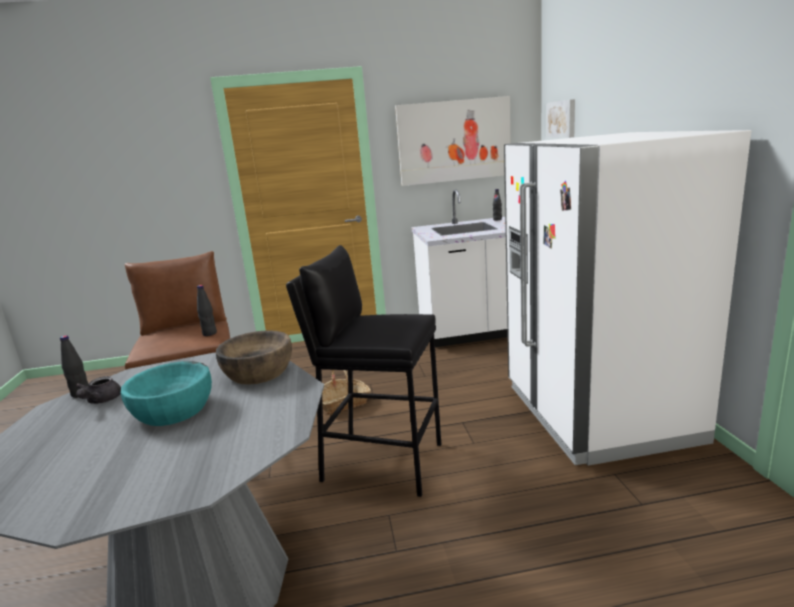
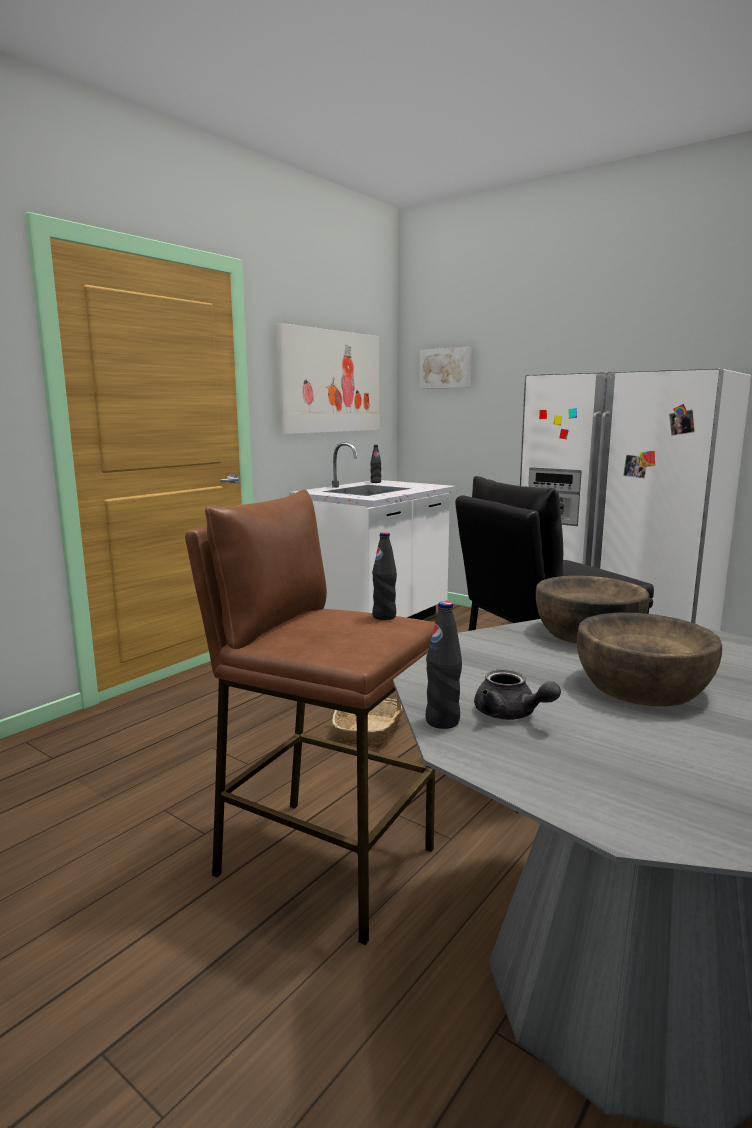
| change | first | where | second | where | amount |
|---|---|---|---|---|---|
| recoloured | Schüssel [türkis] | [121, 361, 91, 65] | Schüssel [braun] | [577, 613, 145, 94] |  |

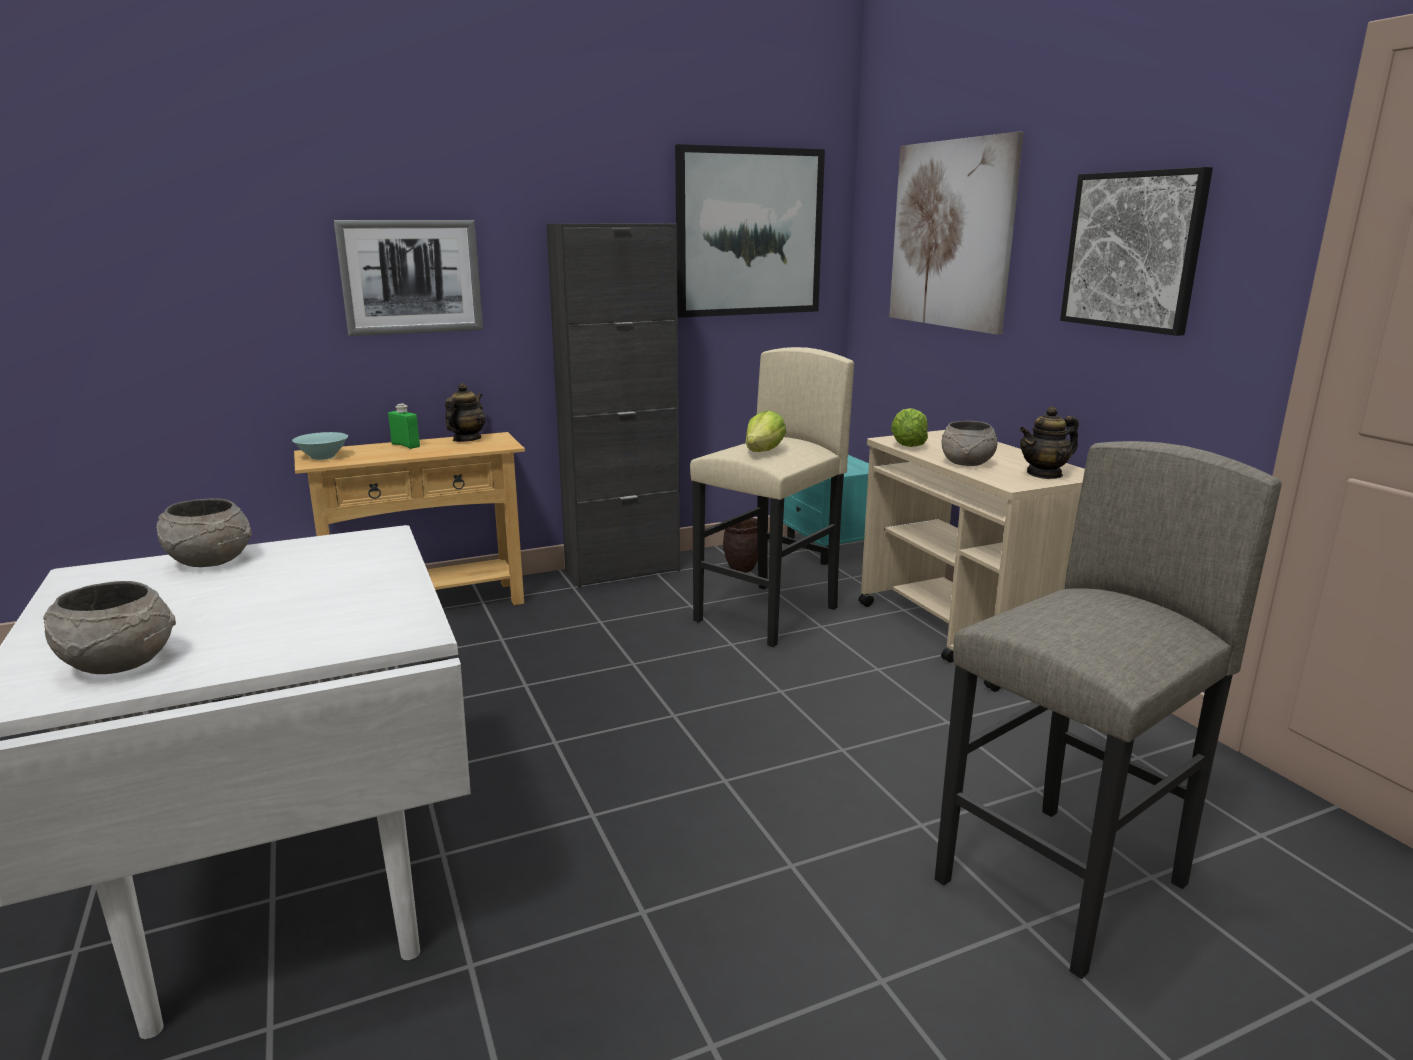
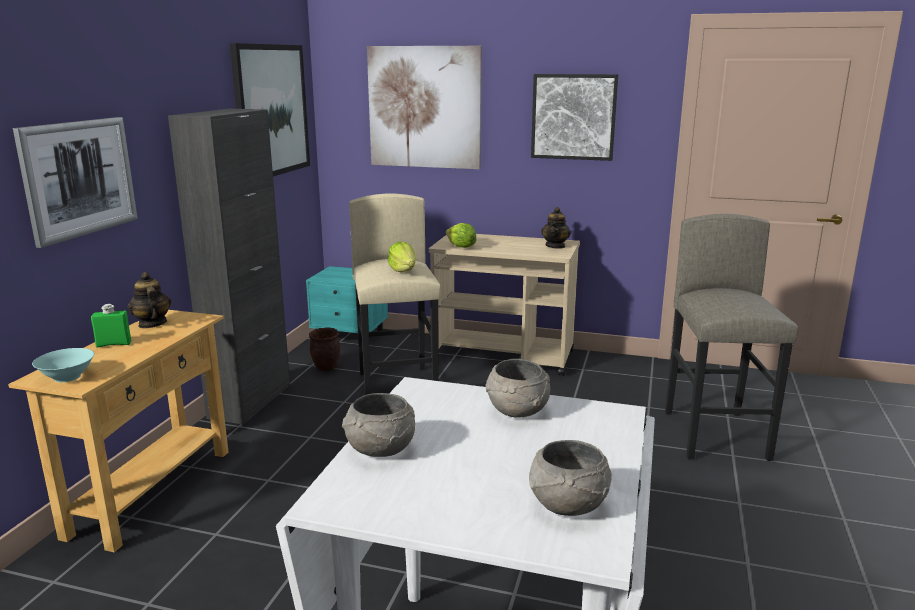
| change | first | where | second | where | amount |
|---|---|---|---|---|---|
| moved | Schüssel [grau] | [941, 421, 57, 45] |  | [485, 359, 65, 58] |  |

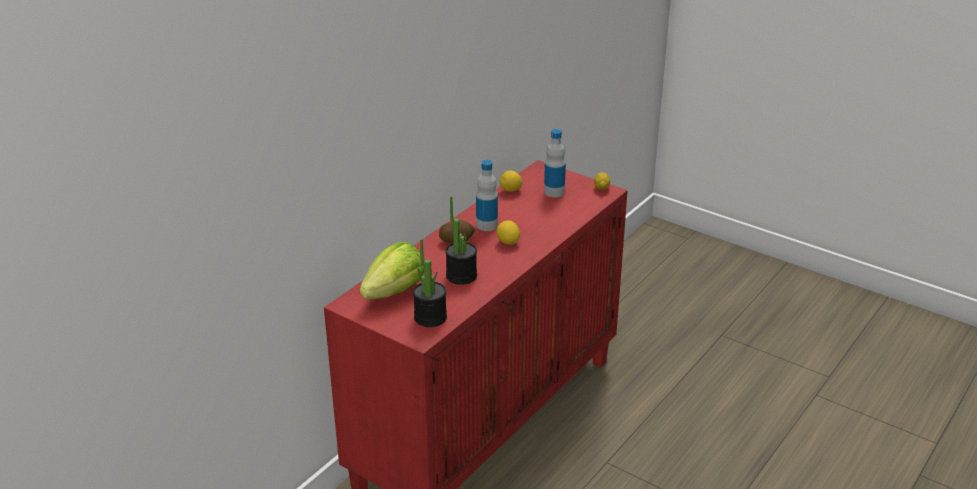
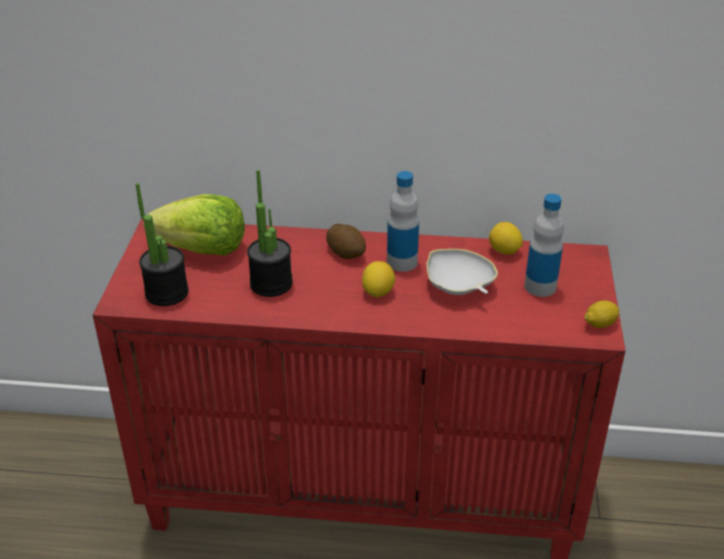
| change | first | where | second | where | amount |
|---|---|---|---|---|---|
| added |  |  | Schüssel [weiß] | [427, 249, 71, 46] |  |

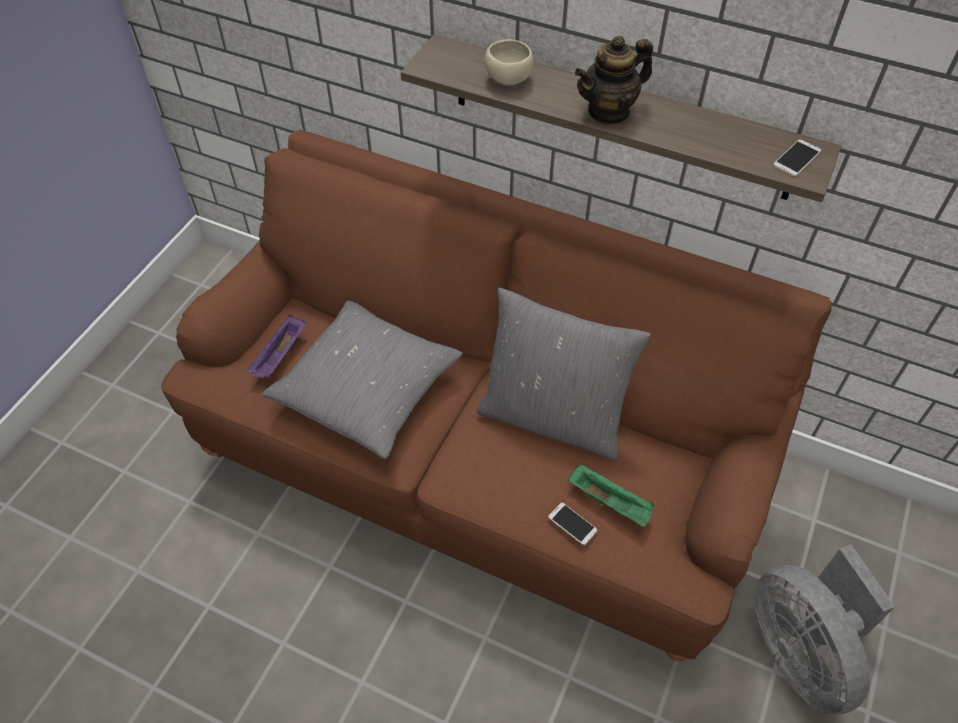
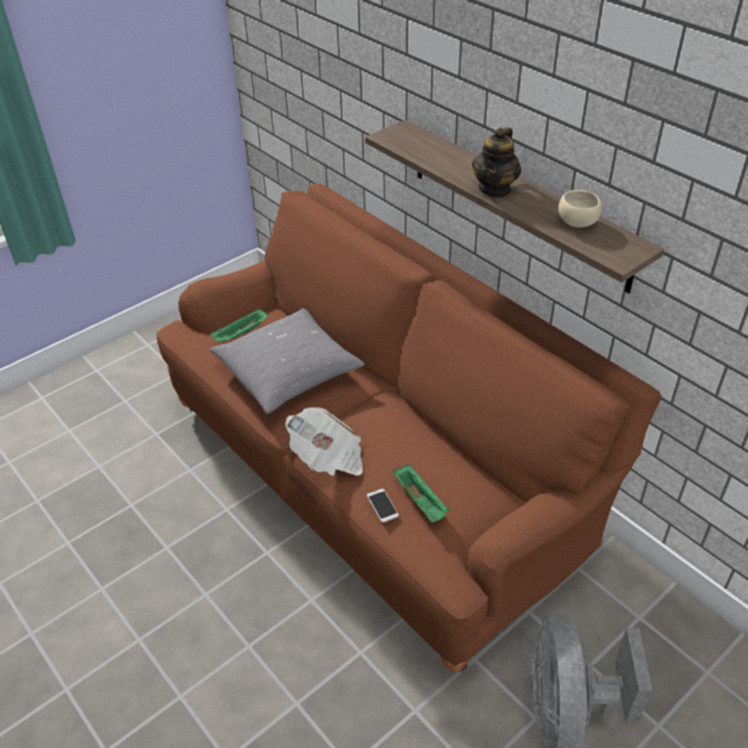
| change | first | where | second | where | amount |
|---|---|---|---|---|---|
| recoloured | Tablett [lila] | [246, 315, 60, 63] | Tablett [grün] | [210, 308, 58, 35] |  |
| added |  |  | Zeitung | [285, 407, 78, 69] |  |
| turned | Teekanne | [575, 36, 78, 89] |  | [472, 127, 49, 71] | 60 degrees counterclockwise |
| moved | Schüssel [beige] | [485, 39, 49, 46] |  | [558, 190, 44, 38] |  |
| removed | Kissen [grau] | [476, 288, 175, 172] |  |  |  |
| removed | Handy | [773, 139, 48, 38] |  |  |  |

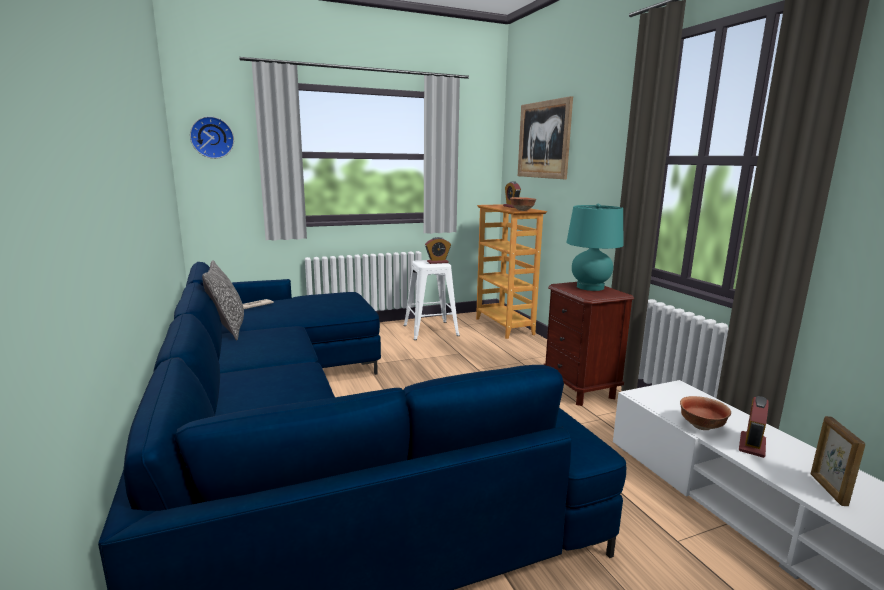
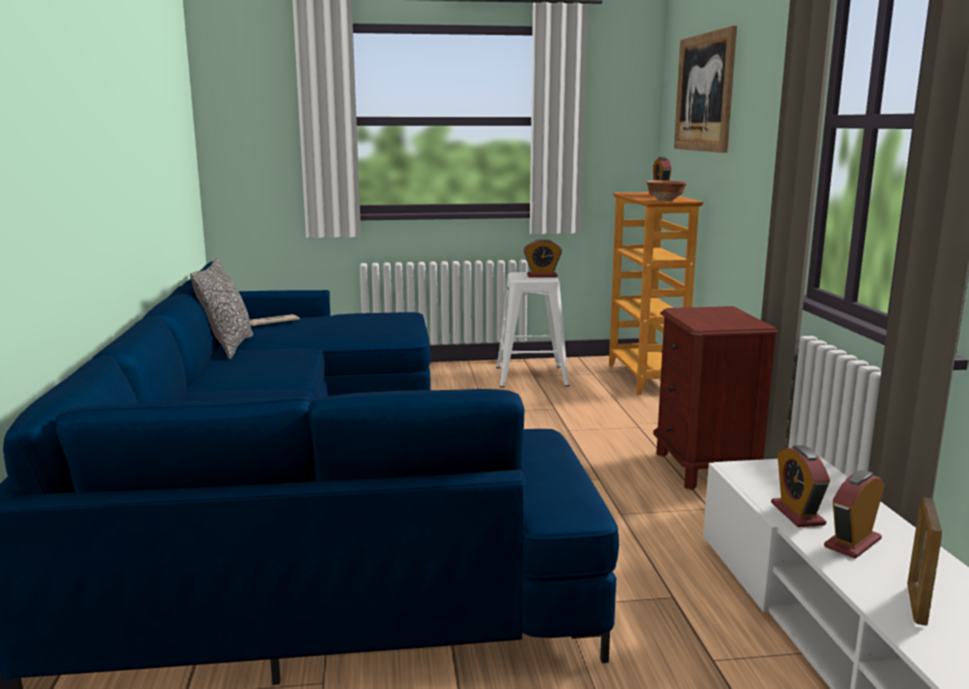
| change | first | where | second | where | amount |
|---|---|---|---|---|---|
| replaced | Schüssel | [680, 396, 51, 34] | Wecker | [771, 445, 59, 82] |  |
| removed | Wanduhr | [190, 116, 44, 43] |  |  |  |
| removed | Tischlampe [türkis] | [566, 204, 57, 87] |  |  |  |

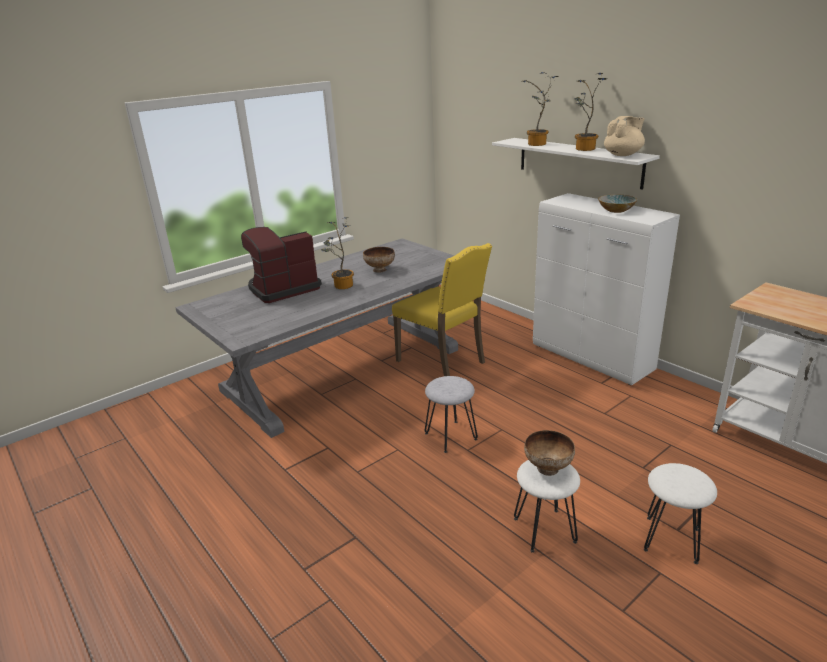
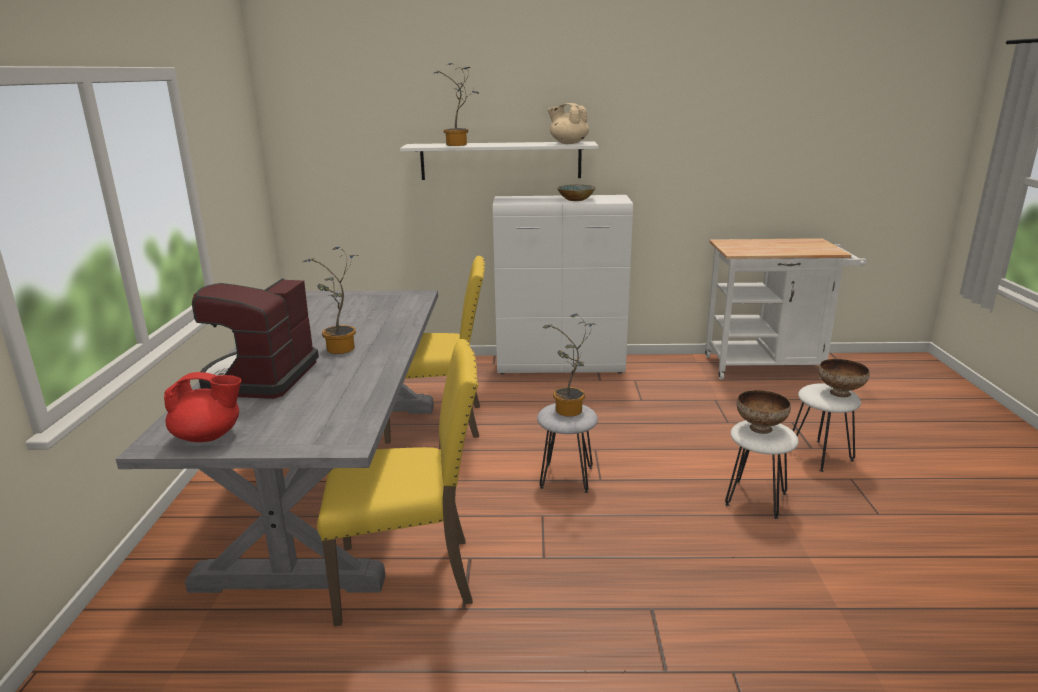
| change | first | where | second | where | amount |
|---|---|---|---|---|---|
| added |  |  | Teekanne [rot] | [164, 372, 77, 70] |  |
| added |  |  | Stuhl [gelb] | [317, 339, 161, 287] |  |
| moved | Topfpflanze | [575, 73, 32, 78] |  | [543, 313, 54, 104] |  |
| turned | Teekanne [beige] | [604, 116, 41, 40] |  | [547, 103, 42, 41] | 60 degrees counterclockwise |
| moved | Schüssel | [363, 247, 32, 26] |  | [819, 359, 51, 38] |  |

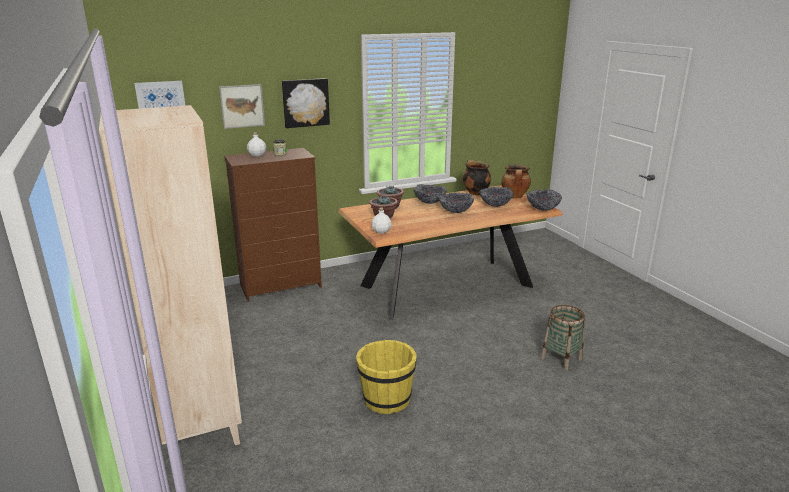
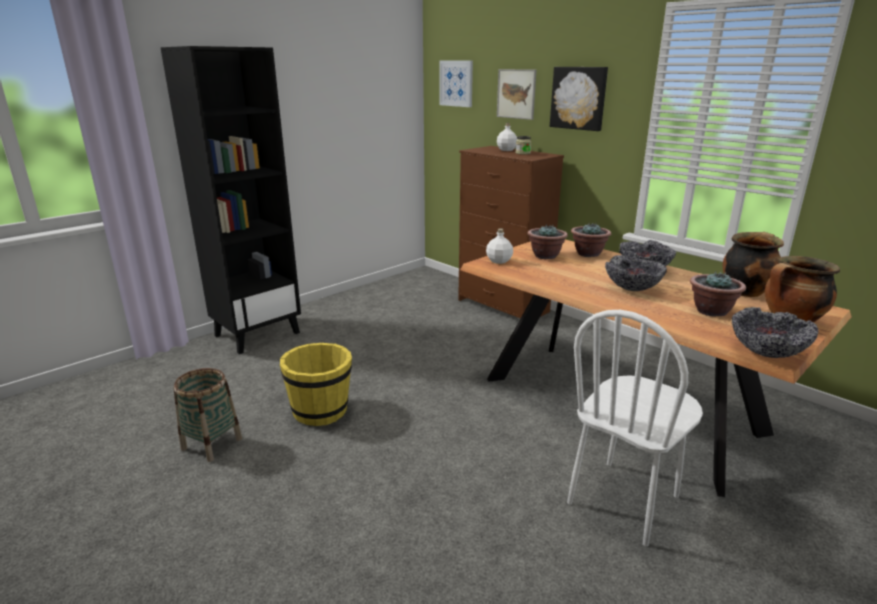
| change | first | where | second | where | amount |
|---|---|---|---|---|---|
| recoloured | Bücherregal [beige] | [99, 105, 143, 340] | Bücherregal [schwarz] | [160, 46, 141, 308] |  |
| moved | Korb | [541, 305, 44, 66] |  | [173, 368, 69, 94] |  |
| added |  |  | Stuhl [weiß] | [567, 310, 136, 236] |  |
| replaced | Schüssel | [479, 187, 35, 20] | Topfpflanze | [690, 271, 56, 46] |  |

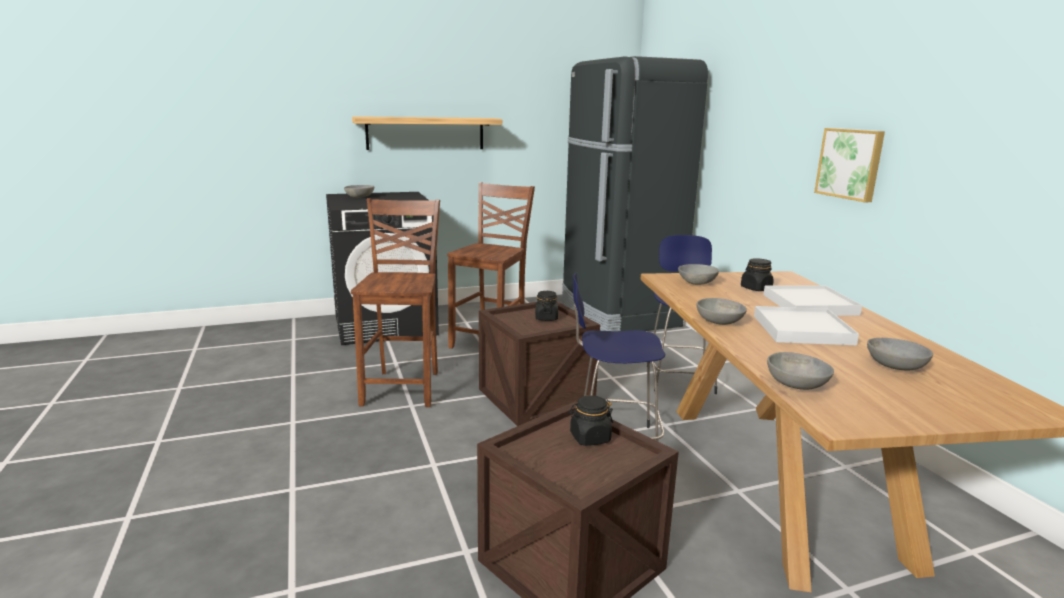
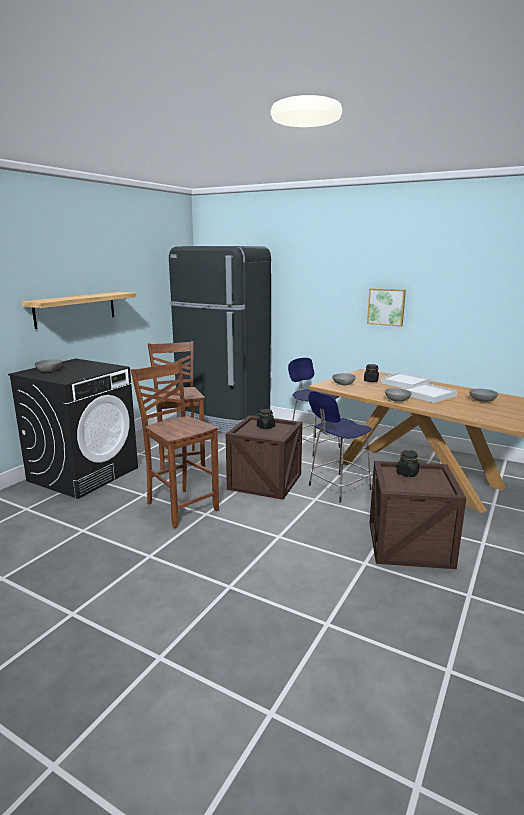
| change | first | where | second | where | amount |
|---|---|---|---|---|---|
| removed | Schüssel [grau] | [767, 352, 67, 38] |  |  |  |

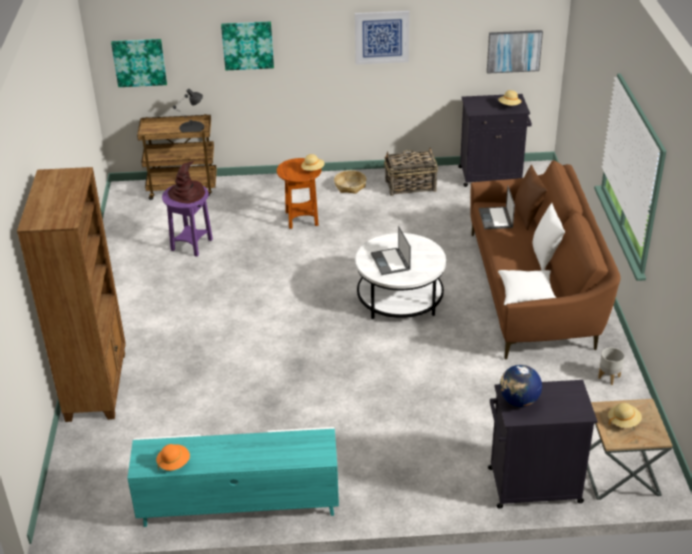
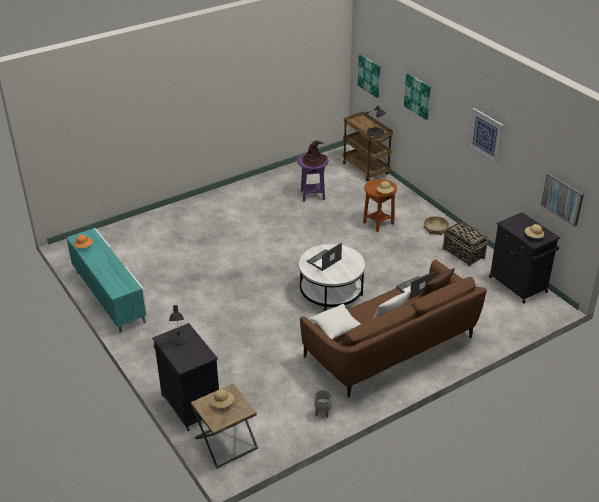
| change | first | where | second | where | amount |
|---|---|---|---|---|---|
| replaced | Globus | [500, 365, 42, 42] | Tischlampe [schwarz] | [167, 305, 24, 40] |  |
| removed | Bücherregal [braun] | [17, 167, 109, 255] |  |  |  |

